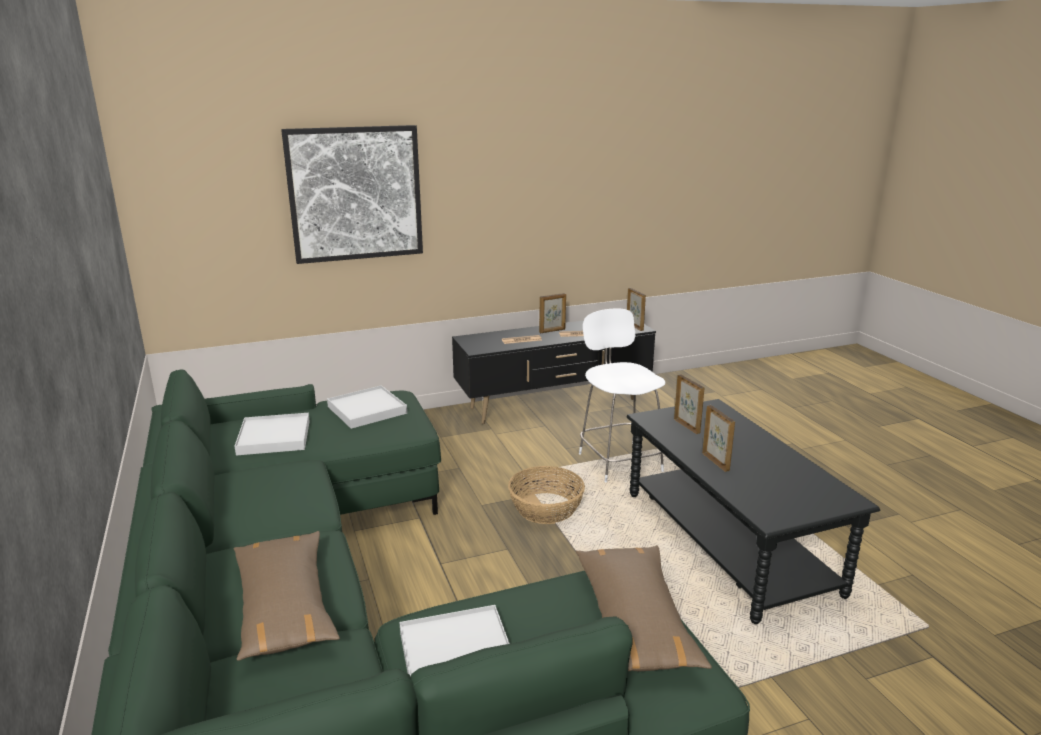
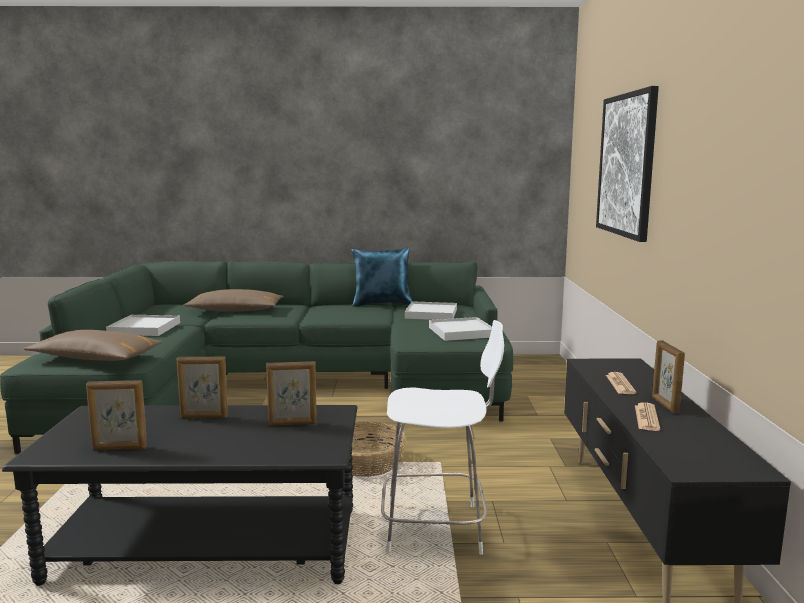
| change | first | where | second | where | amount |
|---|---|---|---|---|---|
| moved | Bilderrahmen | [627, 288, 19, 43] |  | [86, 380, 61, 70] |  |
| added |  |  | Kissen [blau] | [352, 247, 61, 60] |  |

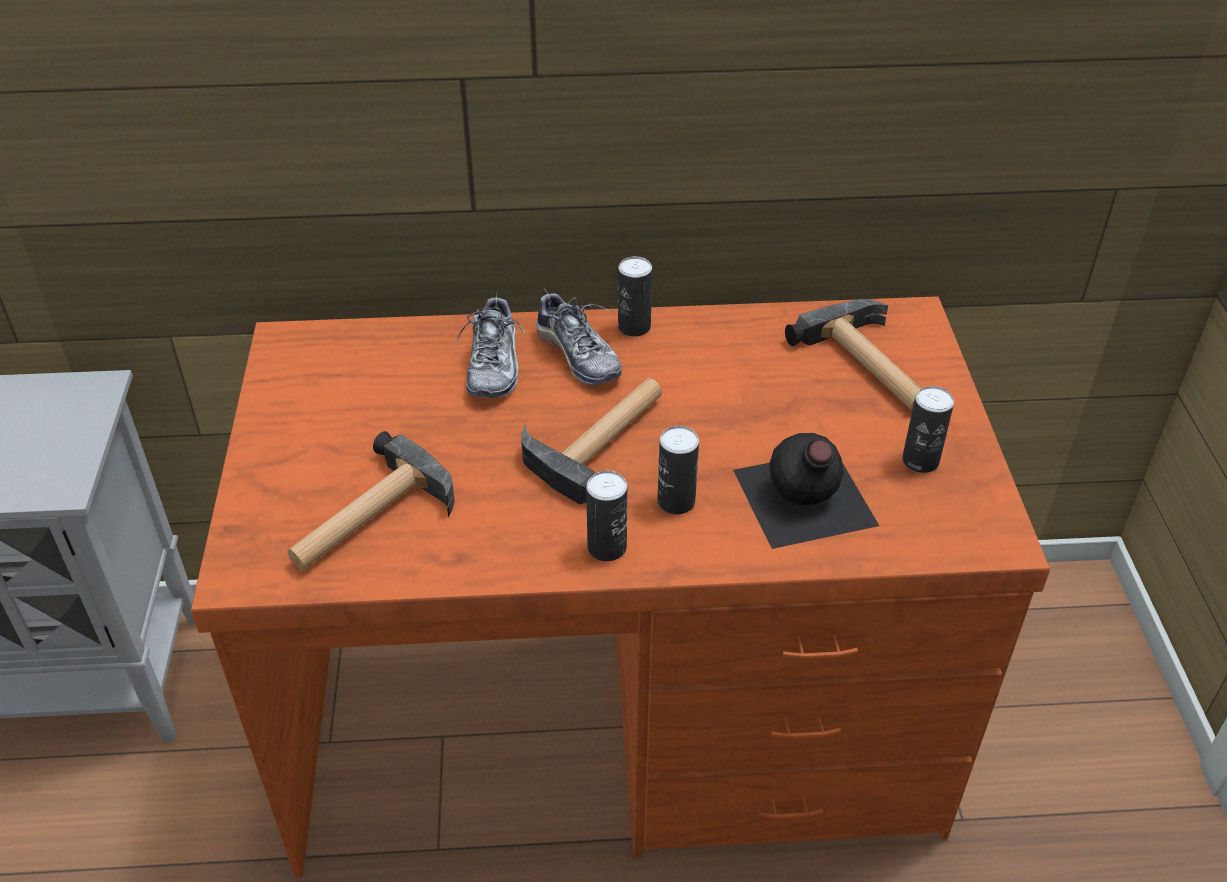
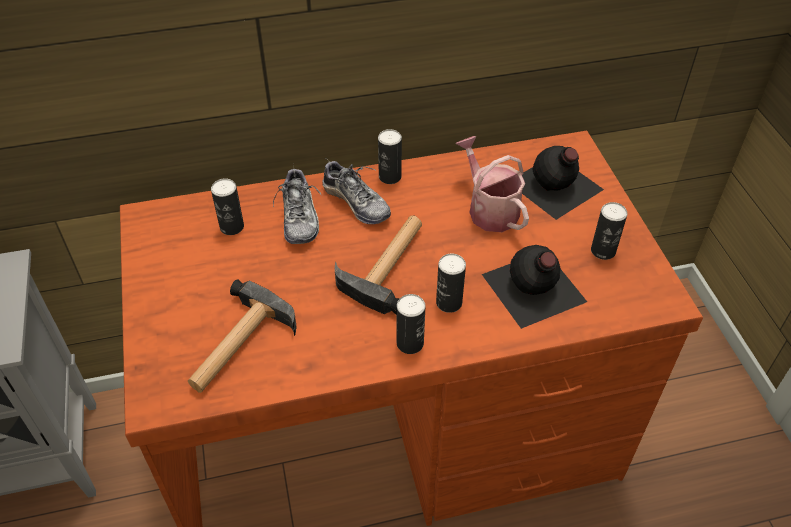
| change | first | where | second | where | amount |
|---|---|---|---|---|---|
| added |  |  | Dose | [211, 178, 33, 57] |  |
| added |  |  | Gießkanne | [456, 136, 73, 96] |  |
| replaced | Hammer | [785, 299, 136, 111] | Flasche [schwarz] | [522, 146, 82, 74] |  |

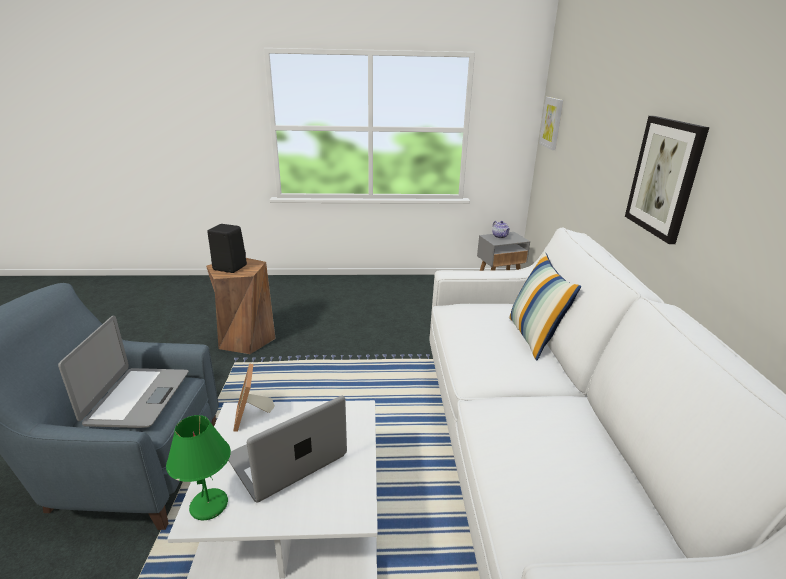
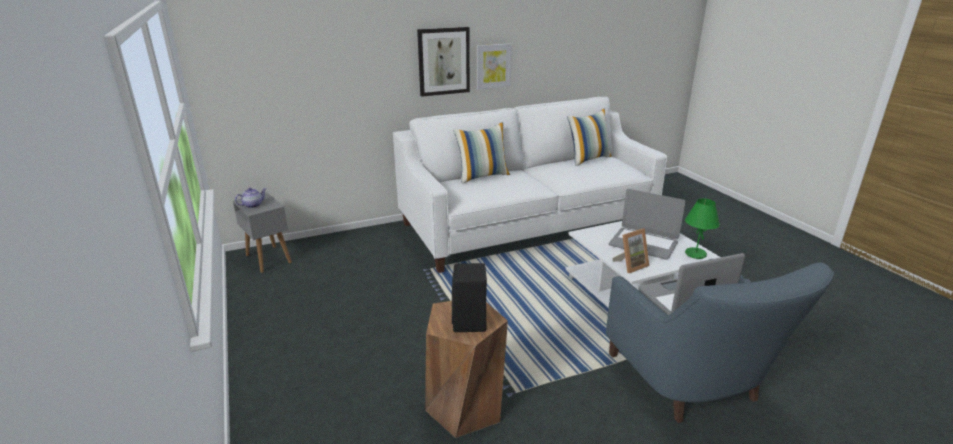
| change | first | where | second | where | amount |
|---|---|---|---|---|---|
| moved | Bild | [539, 97, 24, 53] |  | [477, 43, 35, 47] |  |
| added |  |  | Kissen | [567, 109, 45, 57] |  |

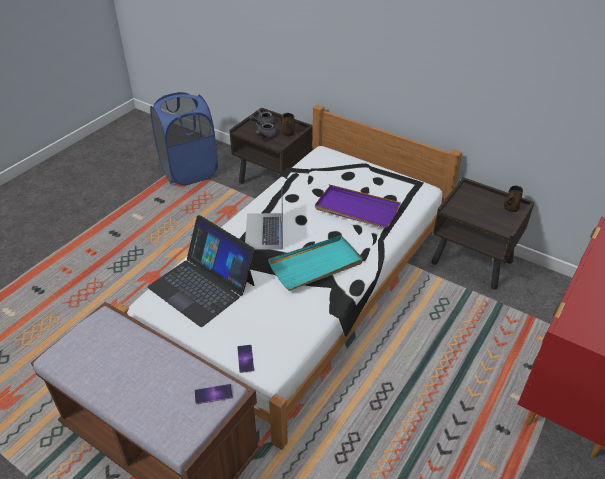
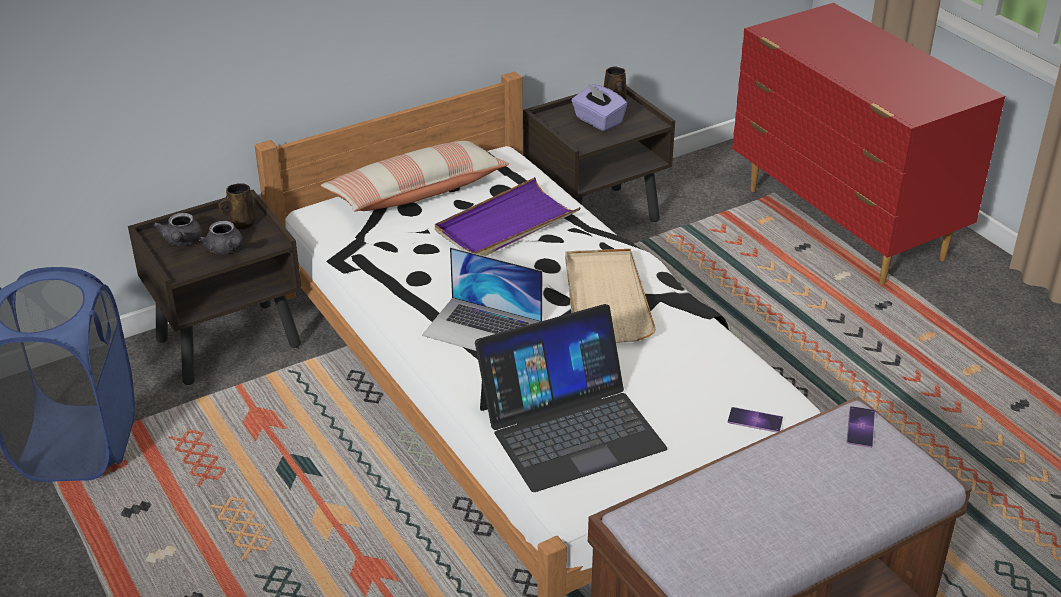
| change | first | where | second | where | amount |
|---|---|---|---|---|---|
| added |  |  | Kissen | [321, 141, 188, 71] |  |
| recoloured | Tablett [türkis] | [268, 235, 95, 56] | Tablett [beige] | [565, 249, 91, 94] |  |
| added |  |  | Taschentuchbox [lila] | [572, 84, 55, 47] |  |

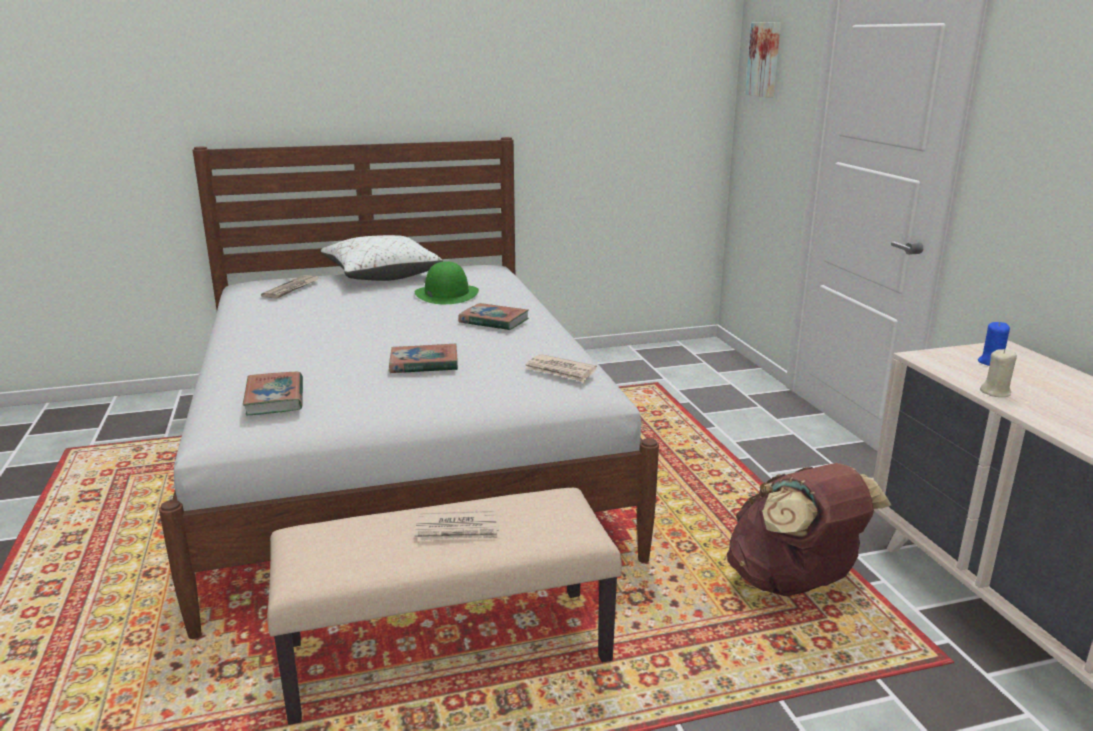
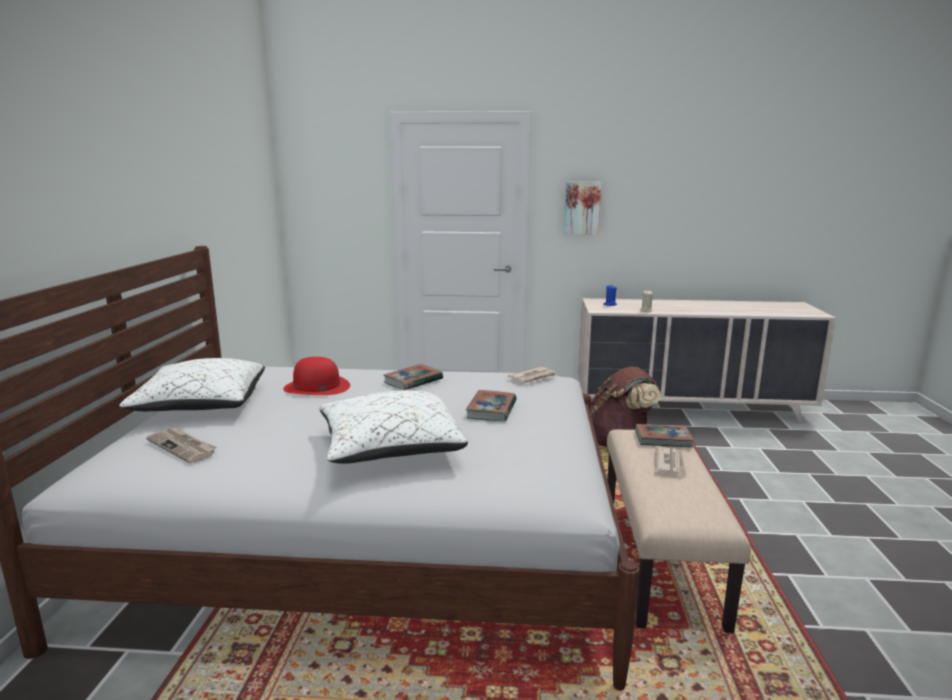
| change | first | where | second | where | amount |
|---|---|---|---|---|---|
| recoloured | Hut [grün] | [415, 261, 64, 43] | Hut [rot] | [283, 357, 67, 38] |  |
| added |  |  | Kissen [weiß] | [319, 390, 149, 74] |  |
| moved | Bild | [745, 22, 36, 75] |  | [564, 182, 38, 53] |  |
| moved | Buch | [243, 372, 60, 43] |  | [635, 424, 59, 24] |  |

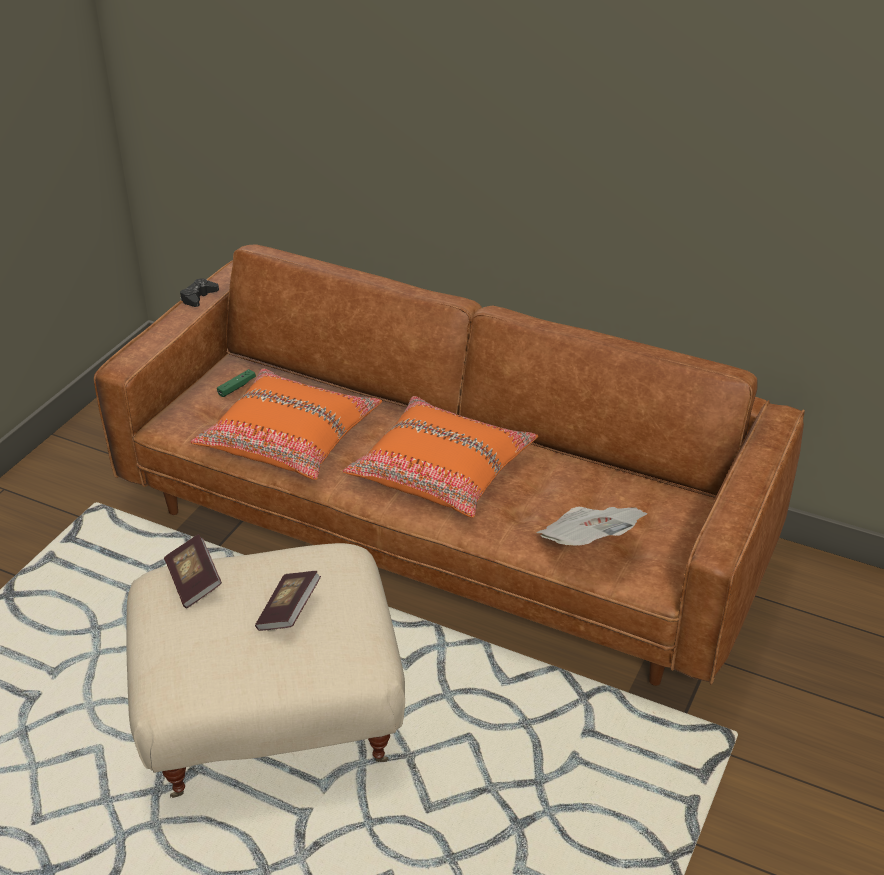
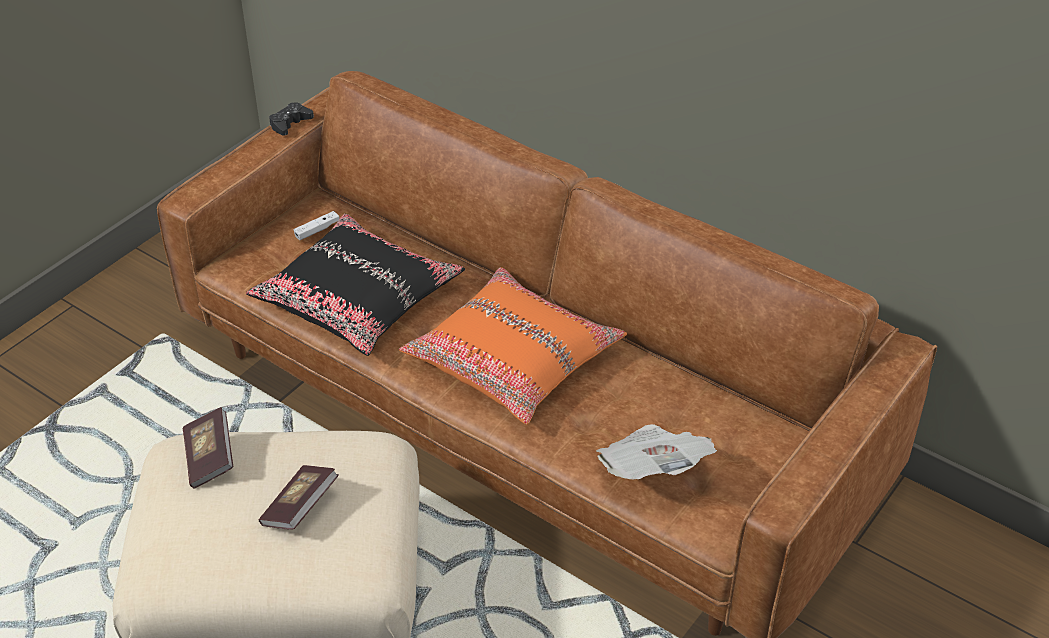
| change | first | where | second | where | amount |
|---|---|---|---|---|---|
| recoloured | Kissen [orange] | [191, 368, 191, 112] | Kissen [schwarz] | [246, 214, 219, 142] |  |
| recoloured | Gamepad [grün] | [217, 369, 39, 28] | Gamepad [weiß] | [294, 211, 46, 29] |  |

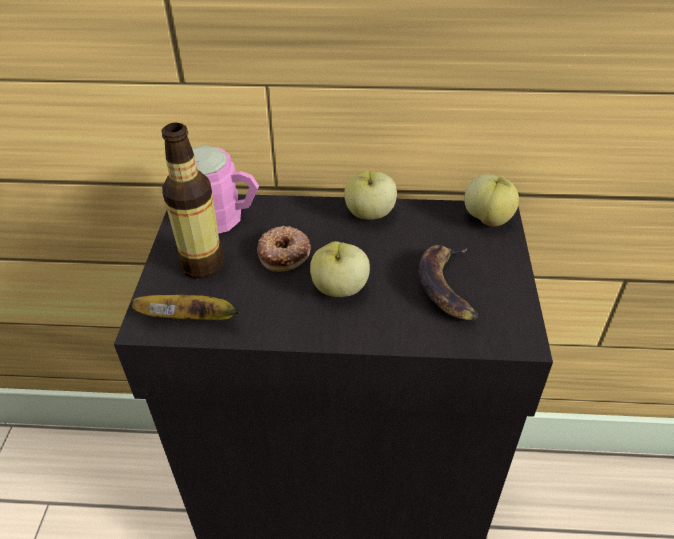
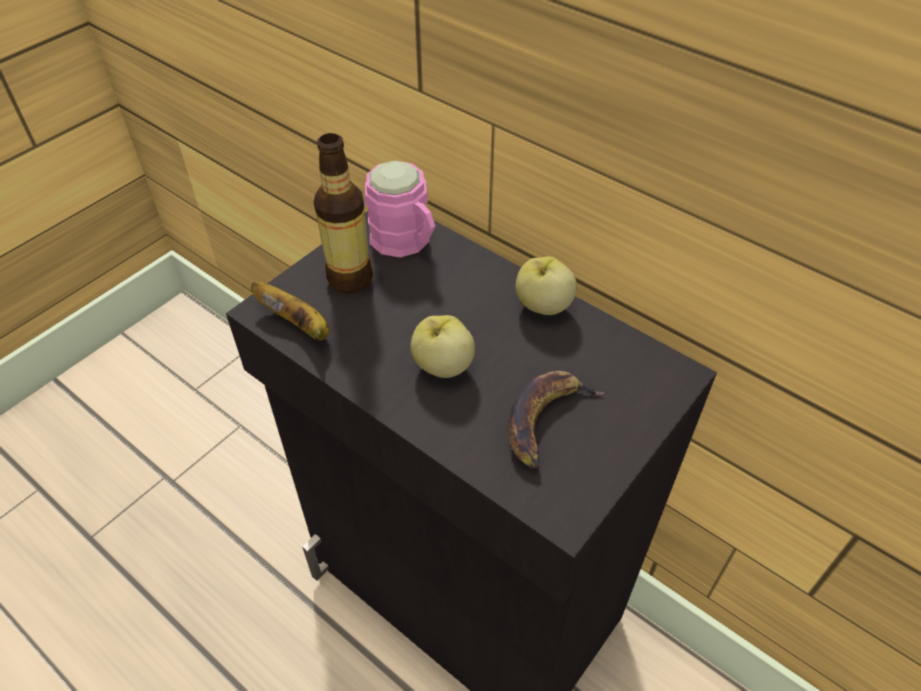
| change | first | where | second | where | amount |
|---|---|---|---|---|---|
| removed | Donut | [257, 226, 54, 46] |  |  |  |
| removed | Apfel | [464, 174, 55, 53] |  |  |  |

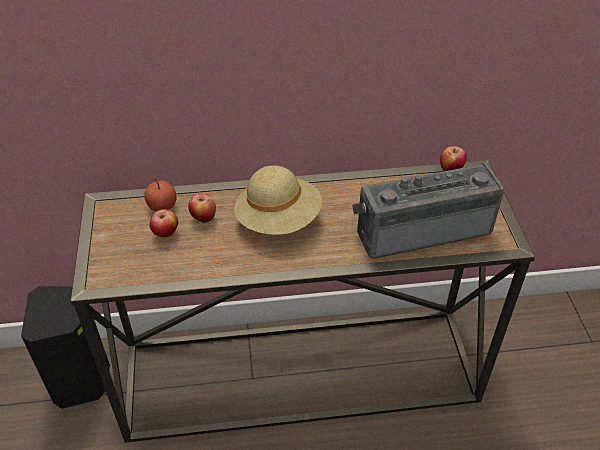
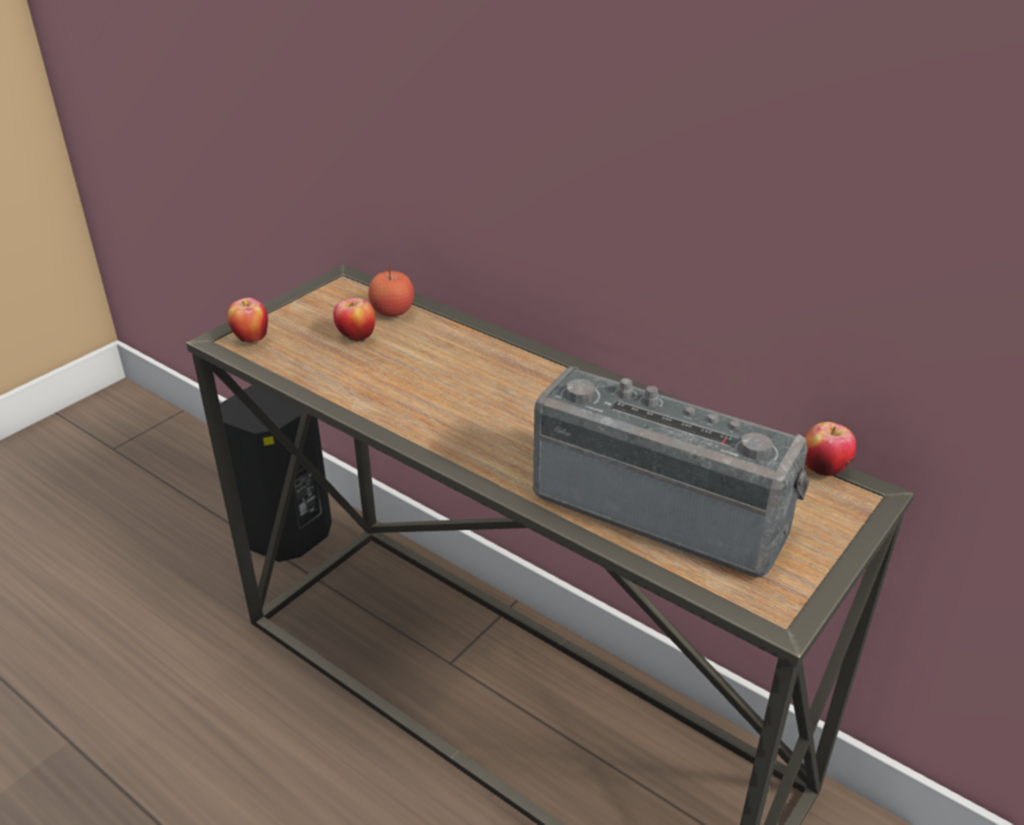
| change | first | where | second | where | amount |
|---|---|---|---|---|---|
| moved | Apfel | [188, 194, 28, 29] |  | [227, 298, 41, 45] |  |
| removed | Hut [beige] | [234, 165, 88, 70] |  |  |  |

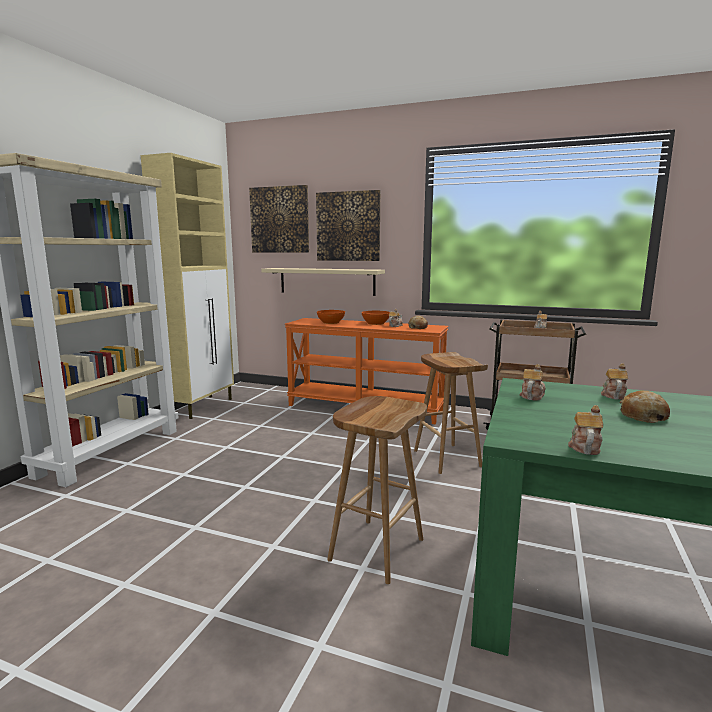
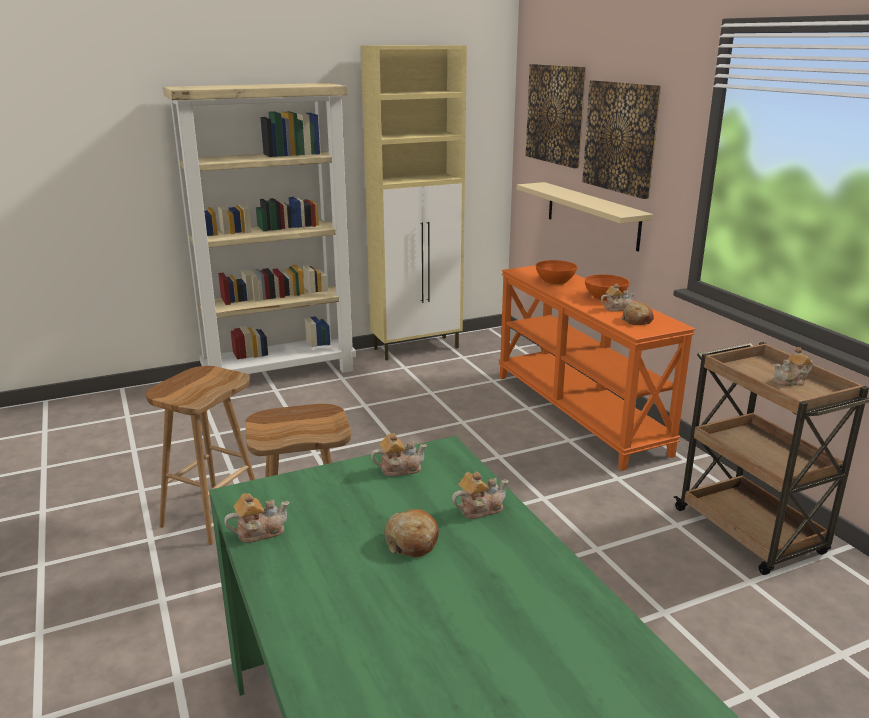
| change | first | where | second | where | amount |
|---|---|---|---|---|---|
| moved | Hocker [braun] | [414, 352, 74, 122] |  | [146, 366, 110, 179] |  |

